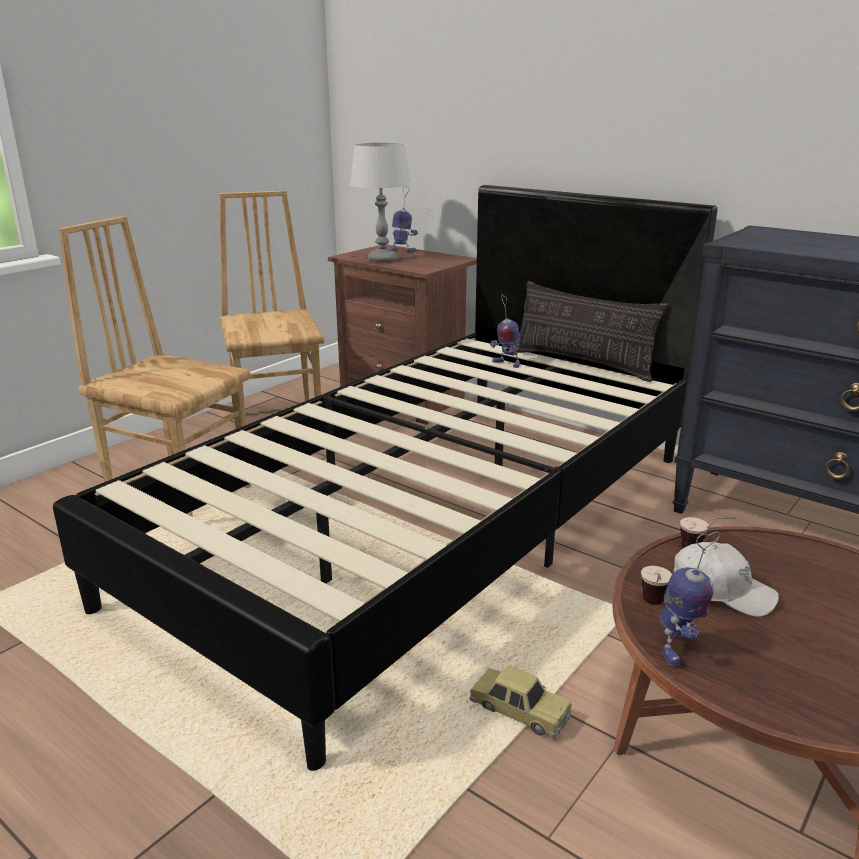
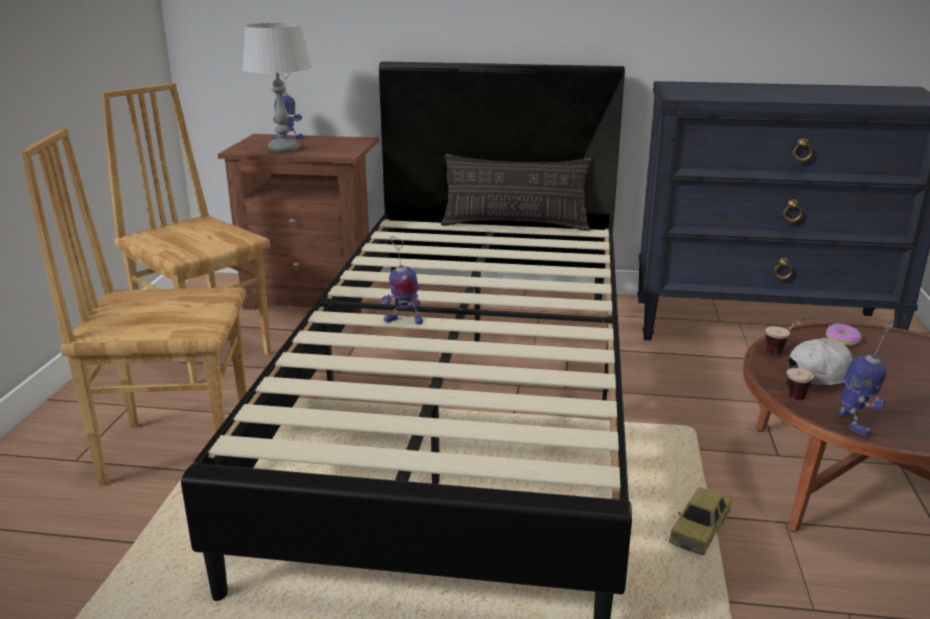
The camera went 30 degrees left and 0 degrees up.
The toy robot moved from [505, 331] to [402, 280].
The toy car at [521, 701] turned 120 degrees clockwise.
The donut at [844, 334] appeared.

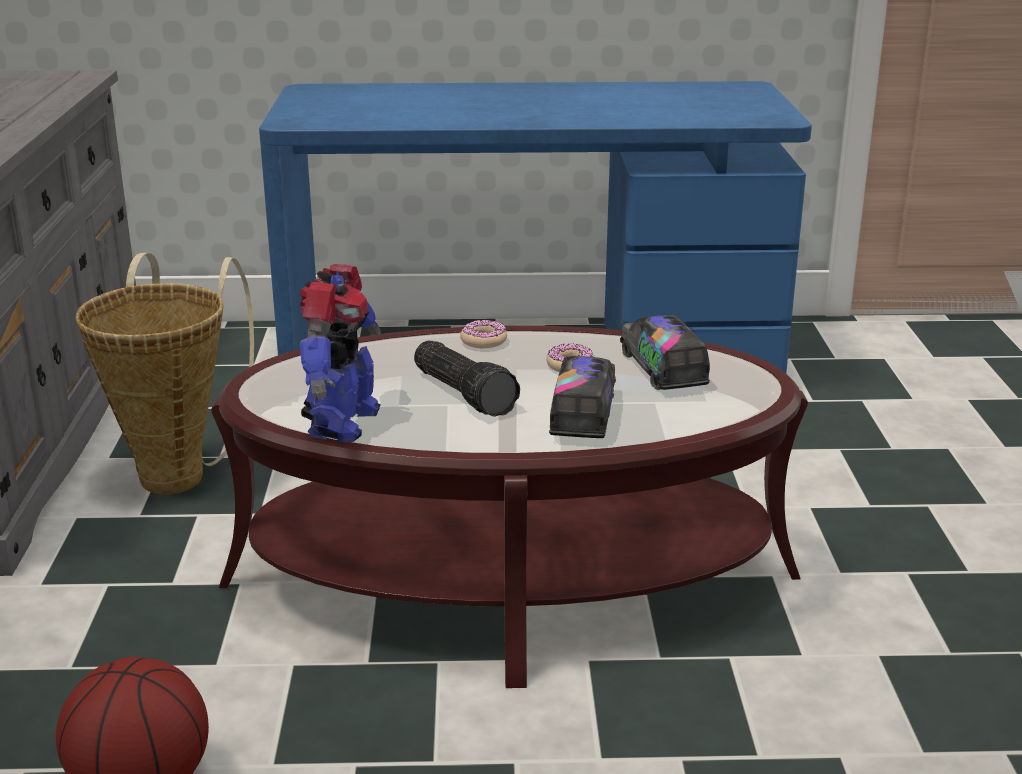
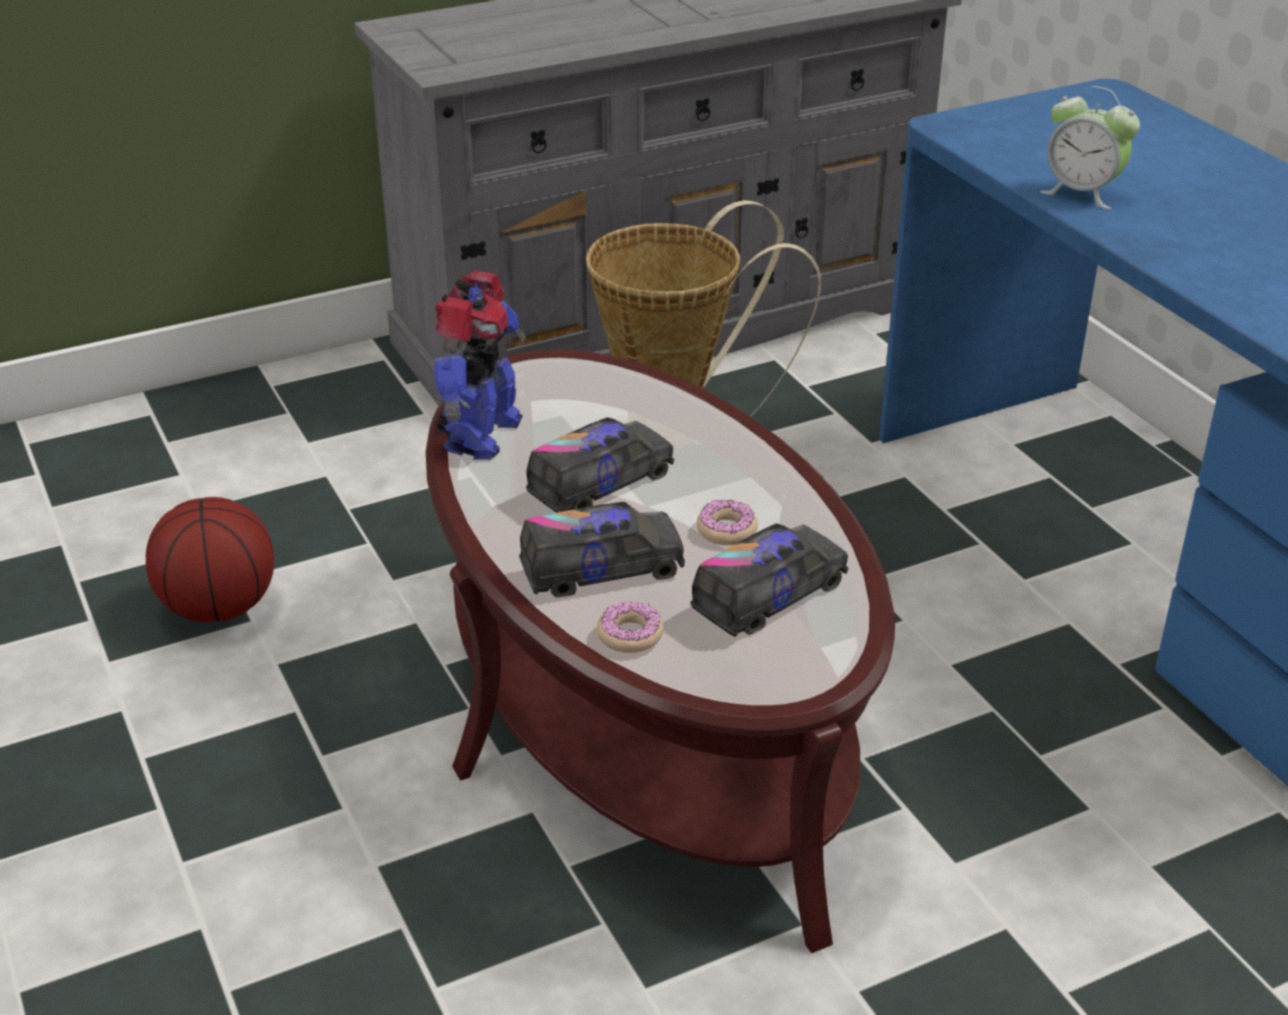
The camera went 65 degrees right and 10 degrees up.
The toy robot at [341, 353] turned 60 degrees counterclockwise.
The flashlight at [467, 378] was replaced by the toy truck at [600, 465].
The donut moved from [483, 333] to [630, 627].
The alarm clock at [1090, 147] appeared.

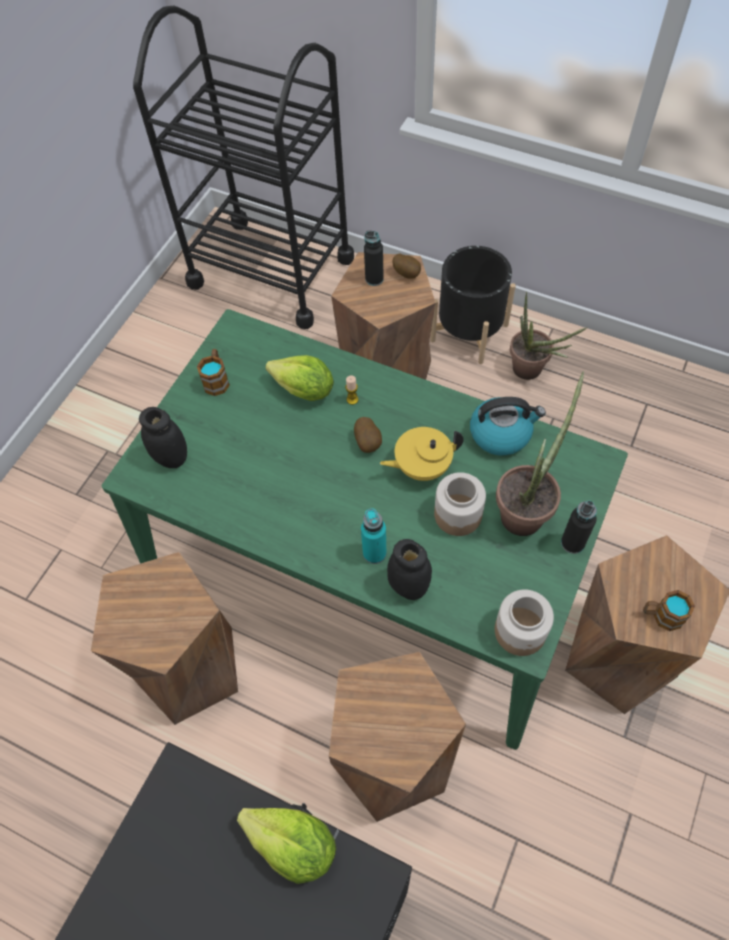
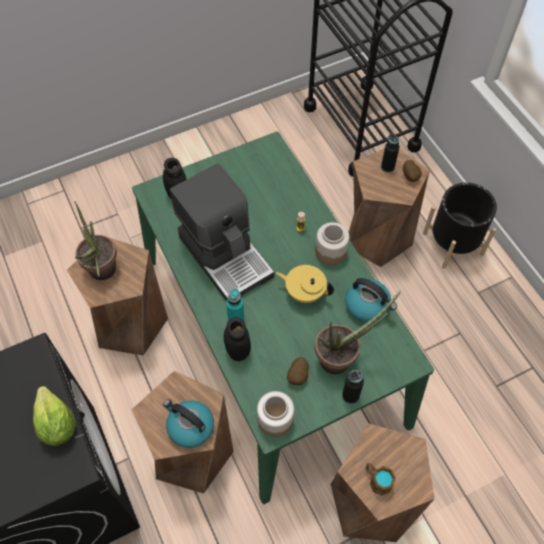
The camera went 35 degrees right and 0 degrees up.
The potted plant moved from [549, 336] to [95, 240].
The kettle at [188, 423] appeared.
The coffee machine at [222, 232] appeared.
The potato moved from [368, 435] to [298, 371].
The jar moved from [460, 504] to [332, 243].
The mug at [213, 372] disappeared.
The lettuce at [299, 378] disappeared.

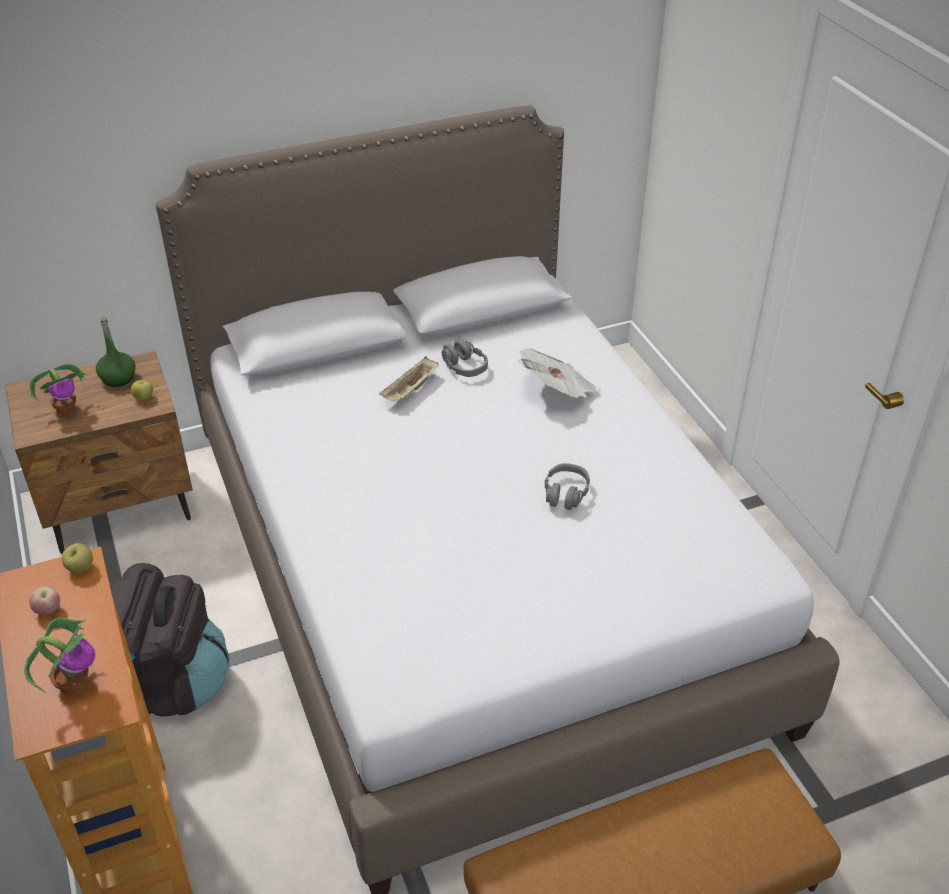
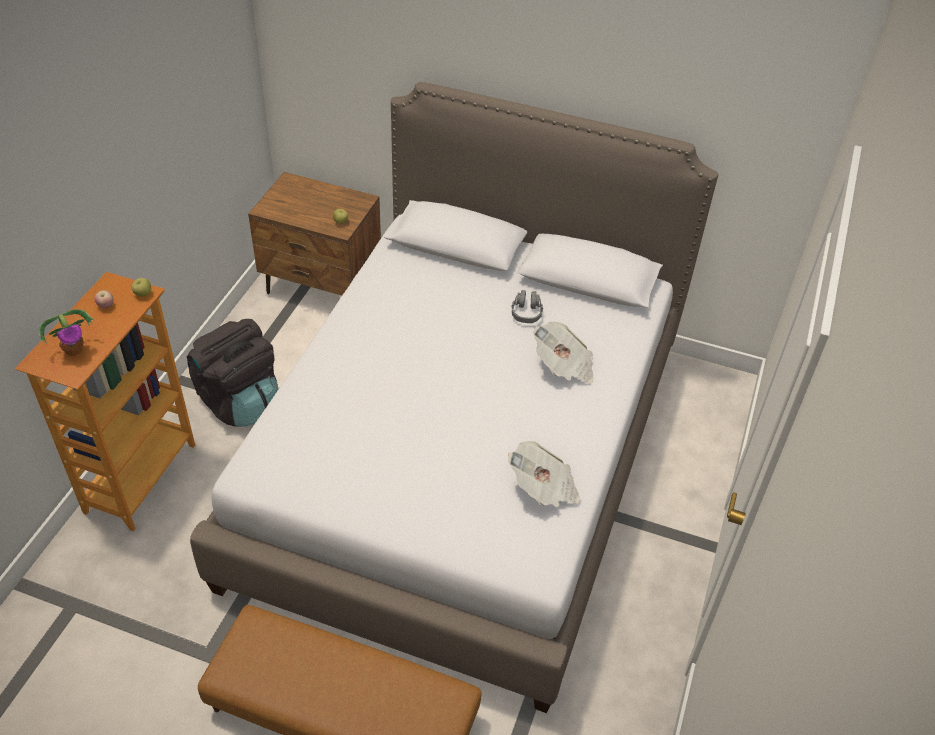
The camera went 40 degrees right and 5 degrees up.
The newspaper at [544, 474] appeared.
The potted plant at [58, 389] disappeared.
The bottle (green) at [116, 351] disappeared.
The tray (beige) at [409, 379] disappeared.
The headphones (grey) at [567, 486] disappeared.

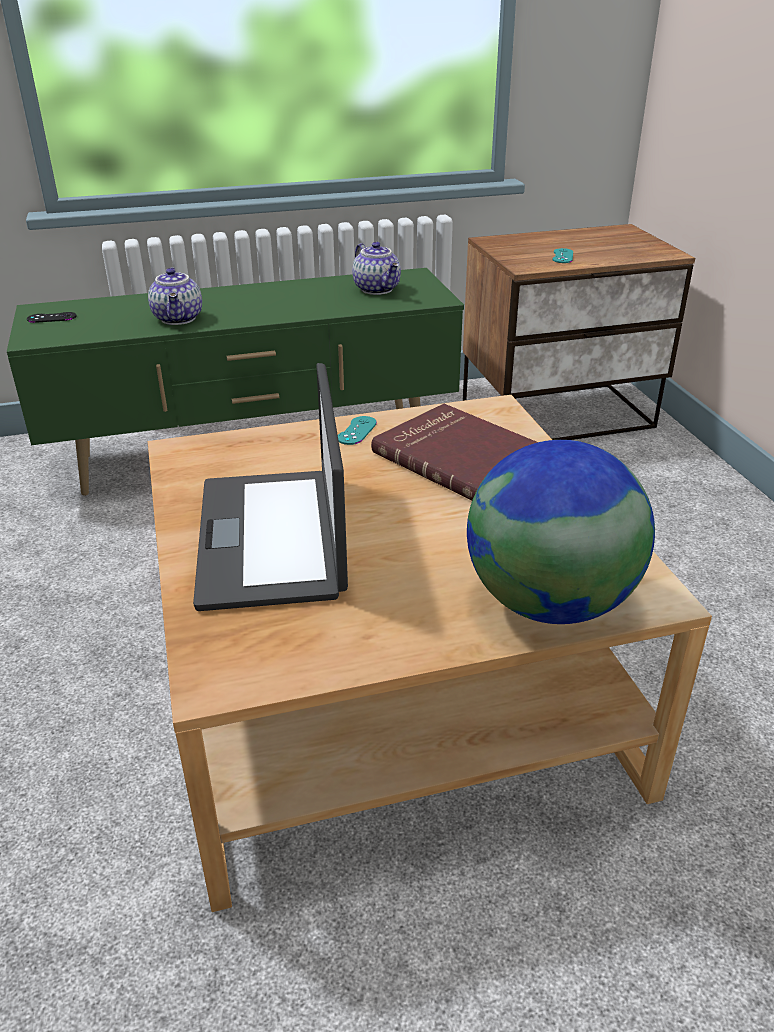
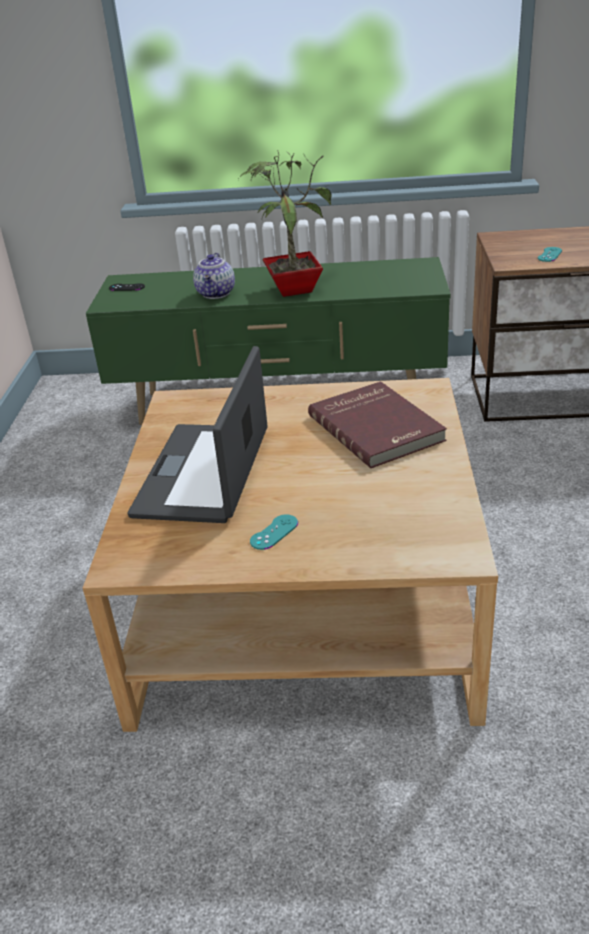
The camera went 20 degrees right and 0 degrees up.
The potted plant at [285, 223] appeared.
The game controller (turquoise) moved from [357, 430] to [274, 532].
The teapot at [376, 268] disappeared.
The globe at [561, 532] disappeared.

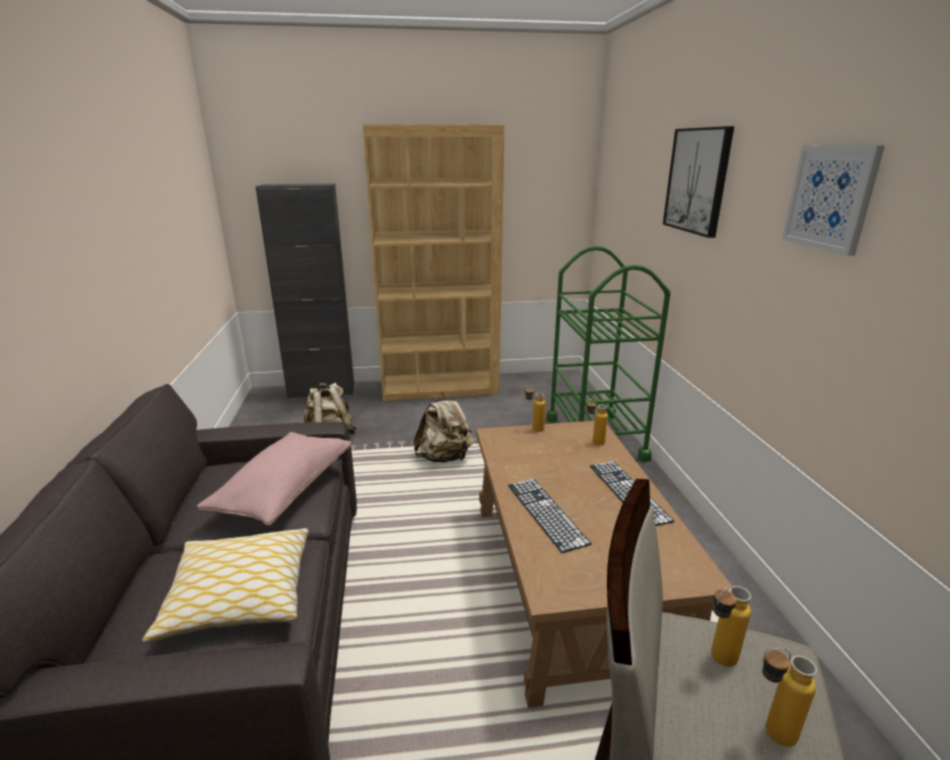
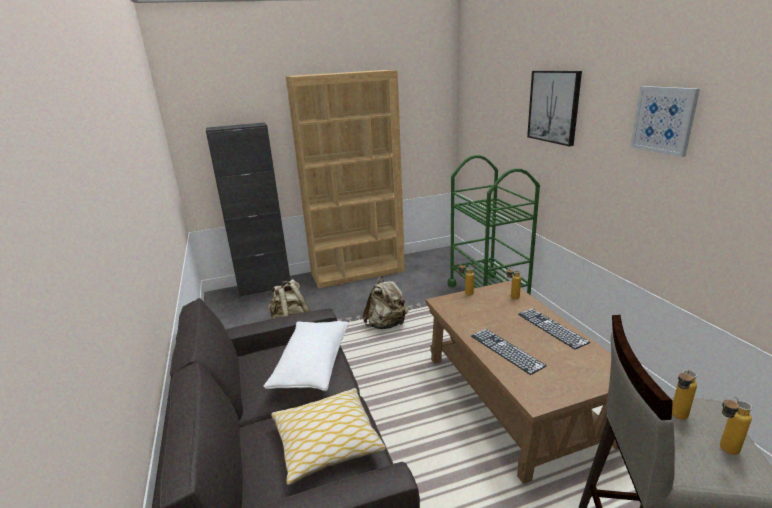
The camera went 10 degrees left and 0 degrees up.
The pillow (pink) at [274, 479] became the pillow (white) at [305, 356].

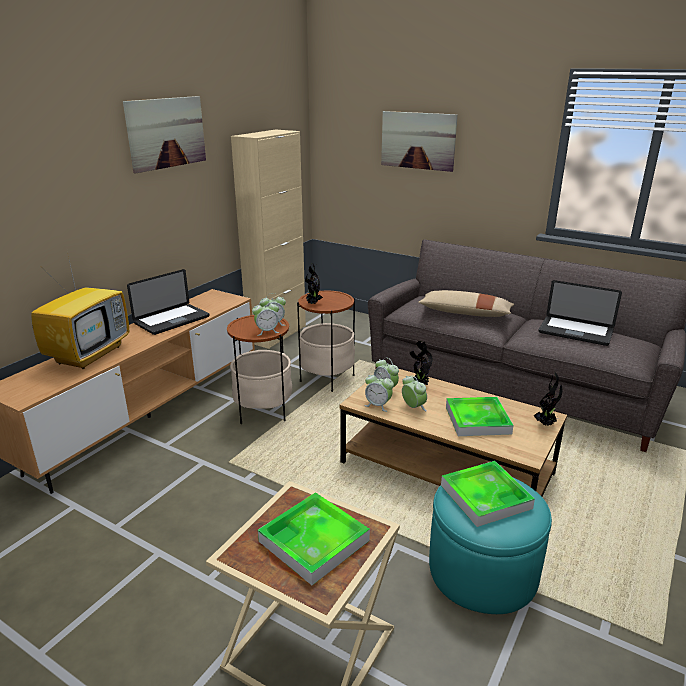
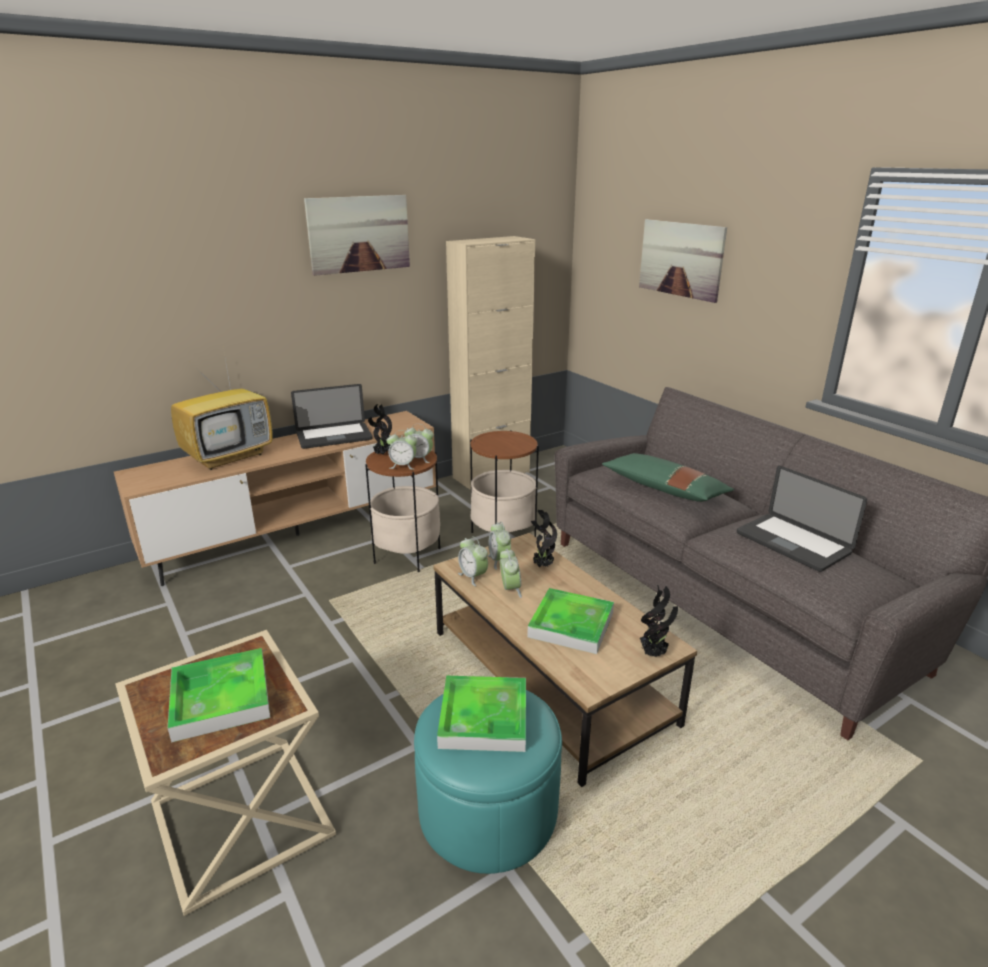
The camera went 25 degrees right and 0 degrees up.
The potted plant moved from [314, 284] to [380, 429].
The pillow (beige) at [466, 303] became the pillow (green) at [668, 477].

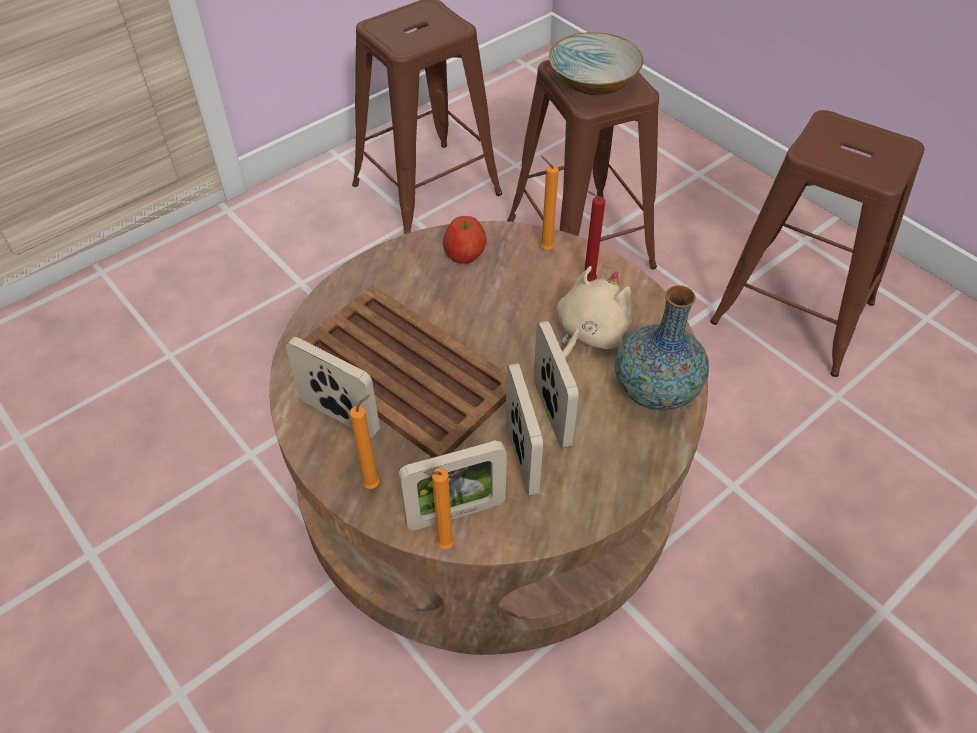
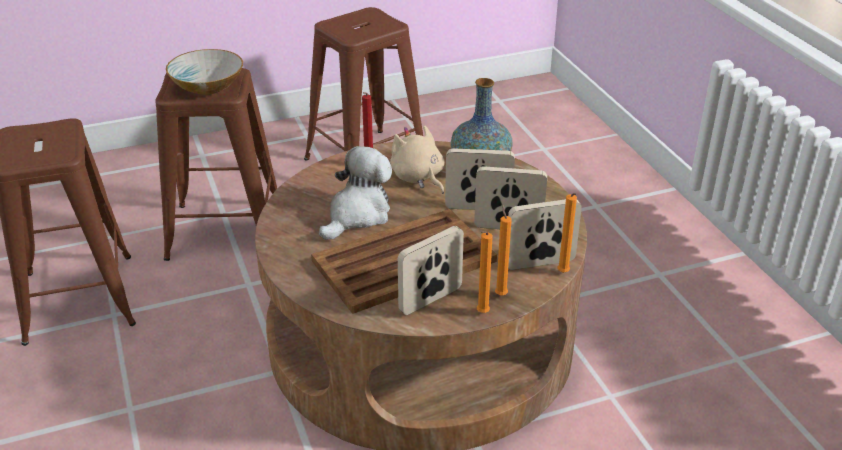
The camera went 70 degrees left and 15 degrees down.
The plush toy at [355, 193] appeared.
The candle (orange) moved from [549, 203] to [485, 272].
The picture frame at [452, 485] turned 105 degrees counterclockwise.
The apple at [465, 240] disappeared.

